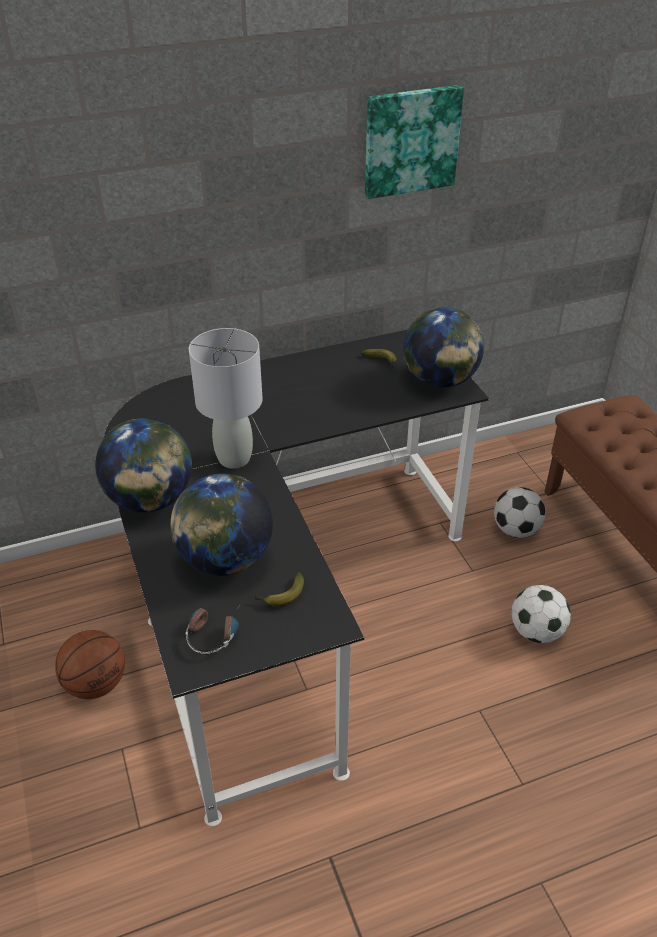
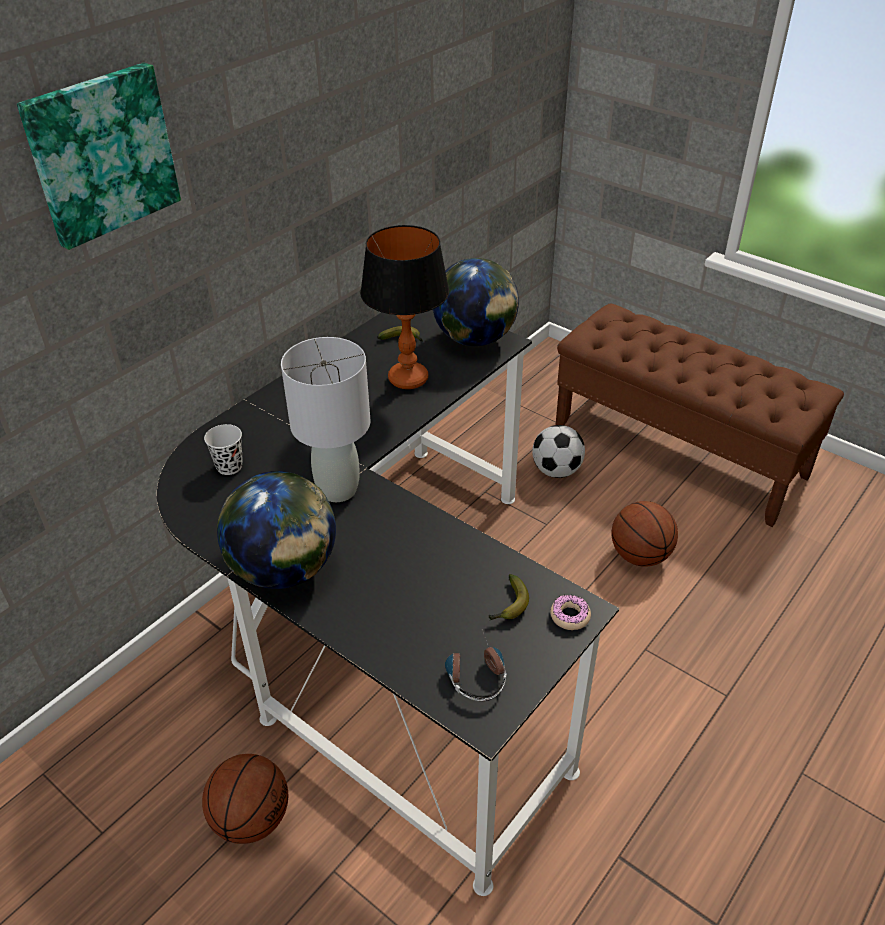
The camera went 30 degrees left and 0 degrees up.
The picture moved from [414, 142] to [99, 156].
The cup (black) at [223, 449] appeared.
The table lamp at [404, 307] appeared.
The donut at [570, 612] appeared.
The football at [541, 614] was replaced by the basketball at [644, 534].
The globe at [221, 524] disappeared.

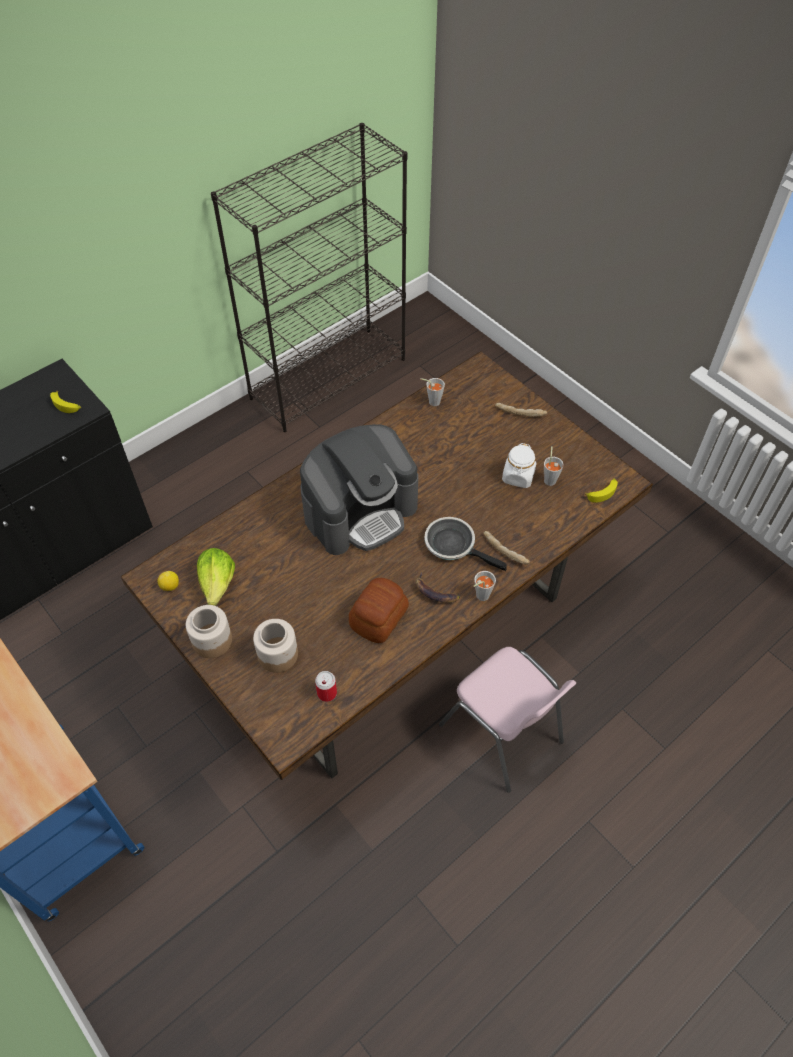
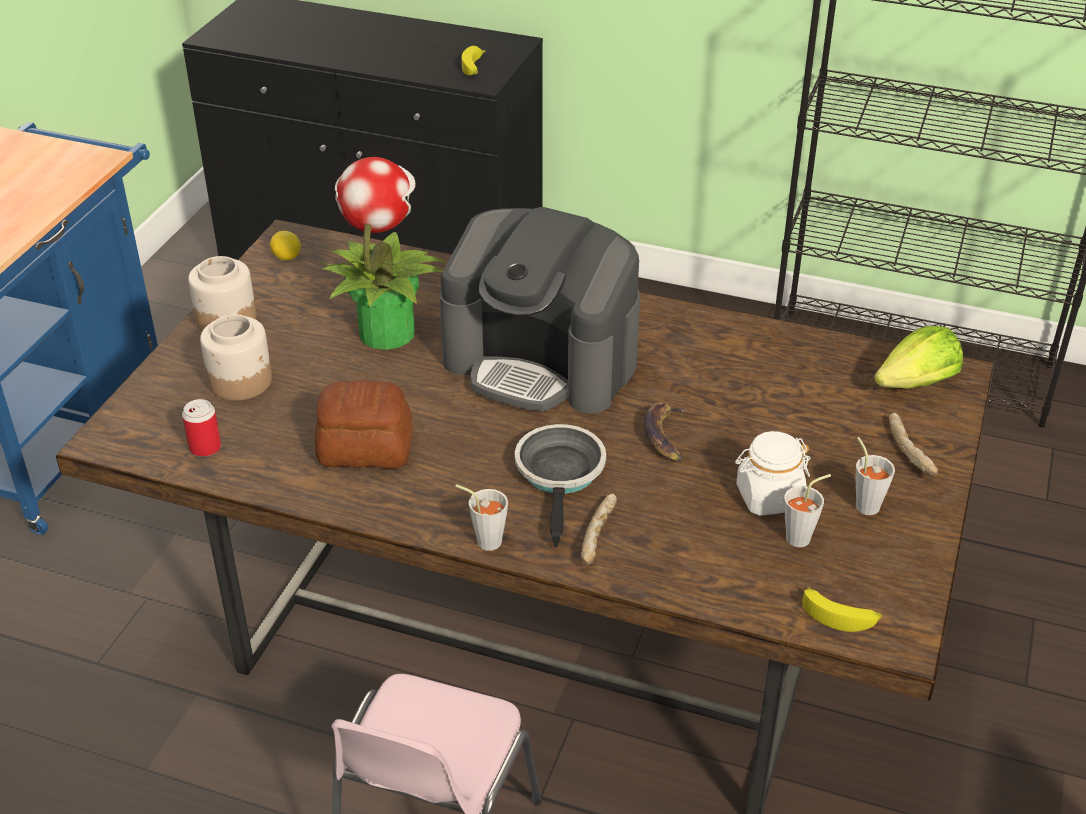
The camera went 60 degrees right and 15 degrees down.
The potted plant at [383, 253] appeared.
The banana moved from [437, 587] to [665, 431].
The cup (grey) moved from [432, 392] to [875, 476].
The lettuce moved from [216, 577] to [918, 357].

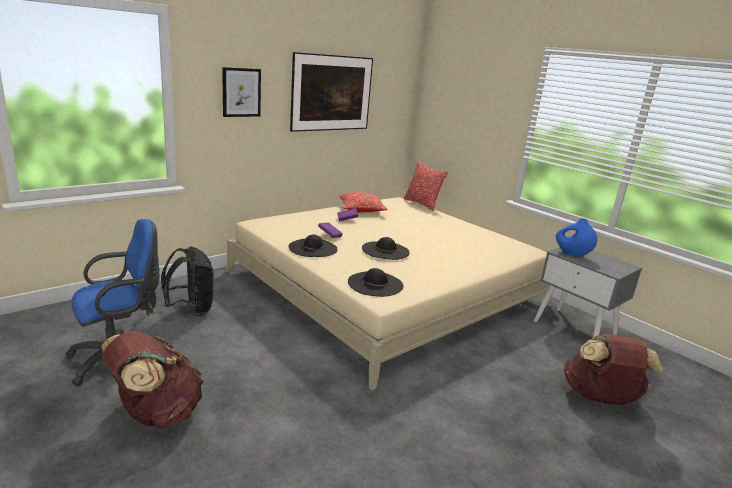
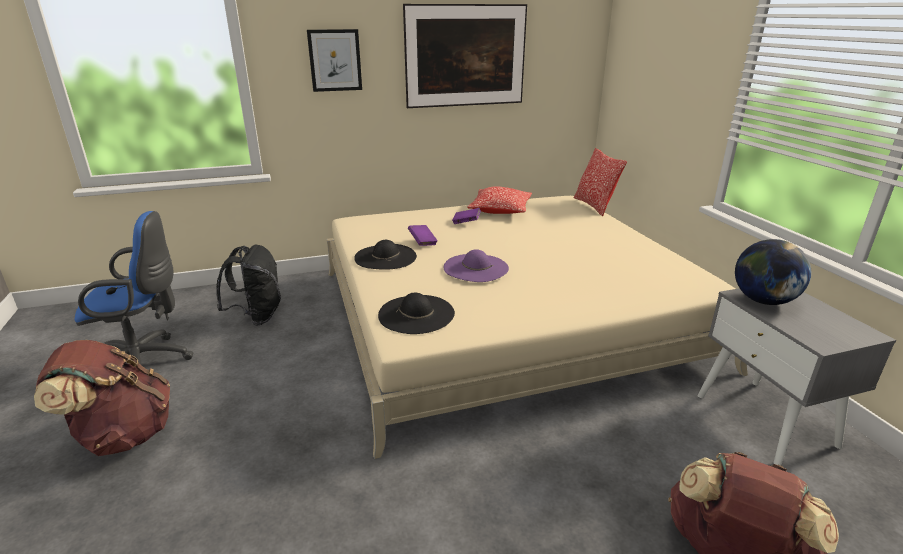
The camera went 25 degrees right and 5 degrees up.
The hat (black) at [386, 248] became the hat (purple) at [476, 265].
The vase (blue) at [576, 237] was replaced by the globe at [773, 272].

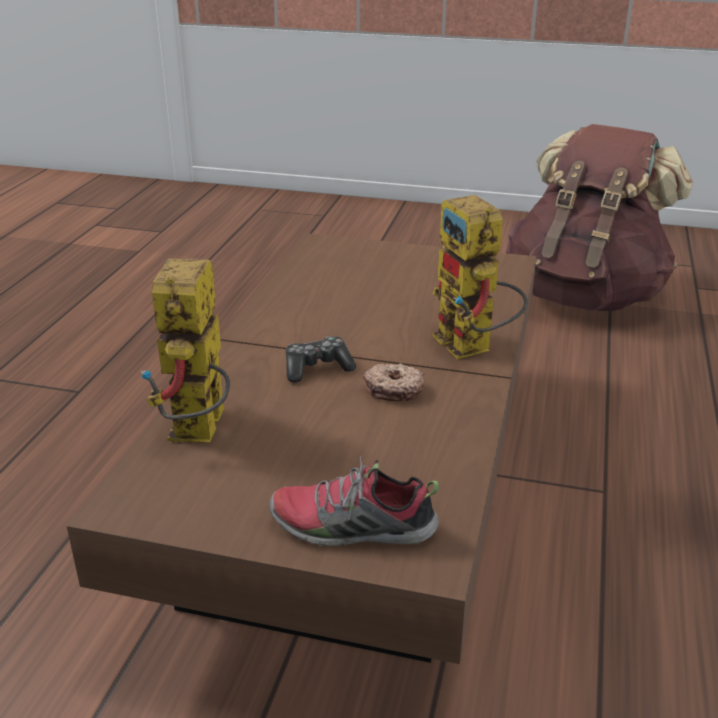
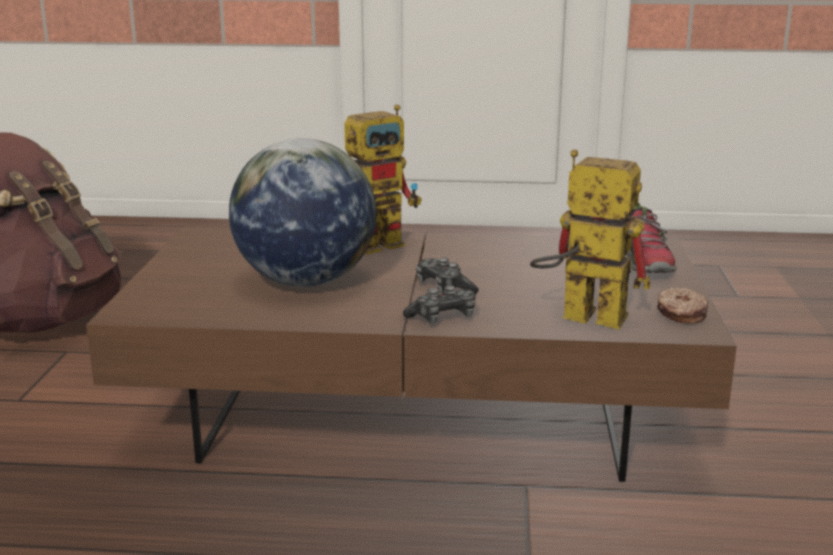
The camera went 100 degrees left and 10 degrees down.
The globe at [302, 212] appeared.
The game controller at [439, 304] appeared.
The toy robot at [185, 350] turned 150 degrees counterclockwise.
The donut moved from [393, 382] to [683, 305].

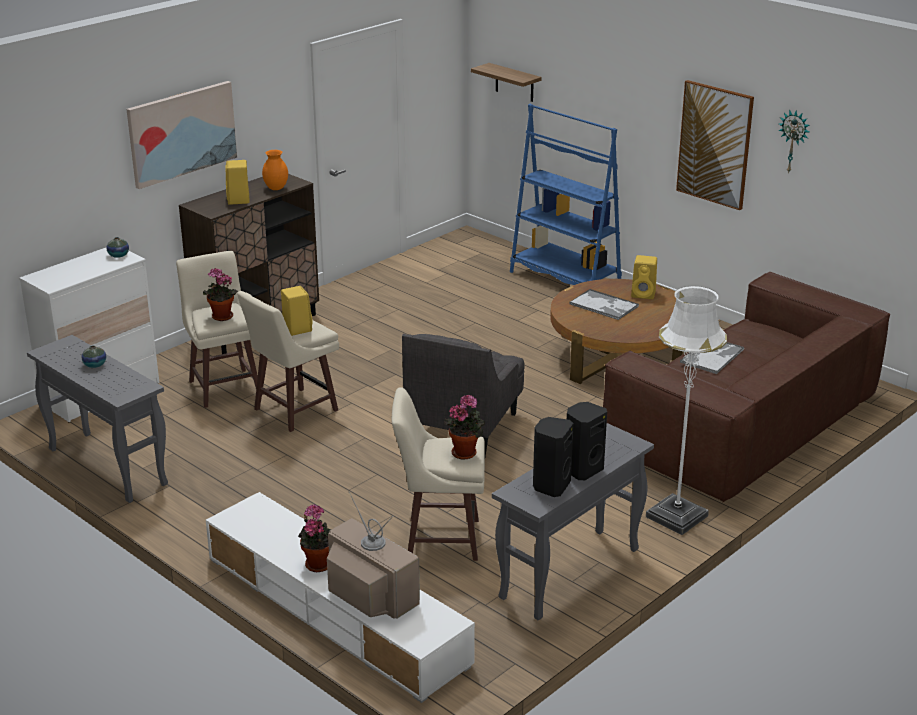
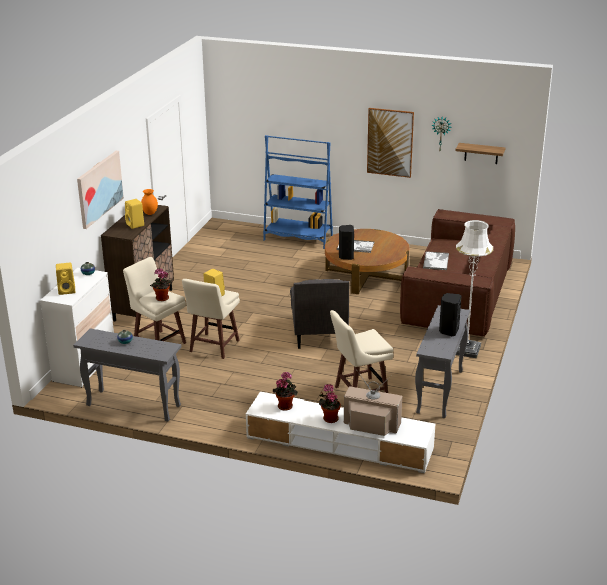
The camera went 25 degrees left and 0 degrees up.
The speaker (yellow) moved from [644, 277] to [65, 279].
The potted plant moved from [464, 427] to [285, 391].
The speaker (black) moved from [553, 457] to [346, 242].
The shelf moved from [506, 82] to [480, 153].

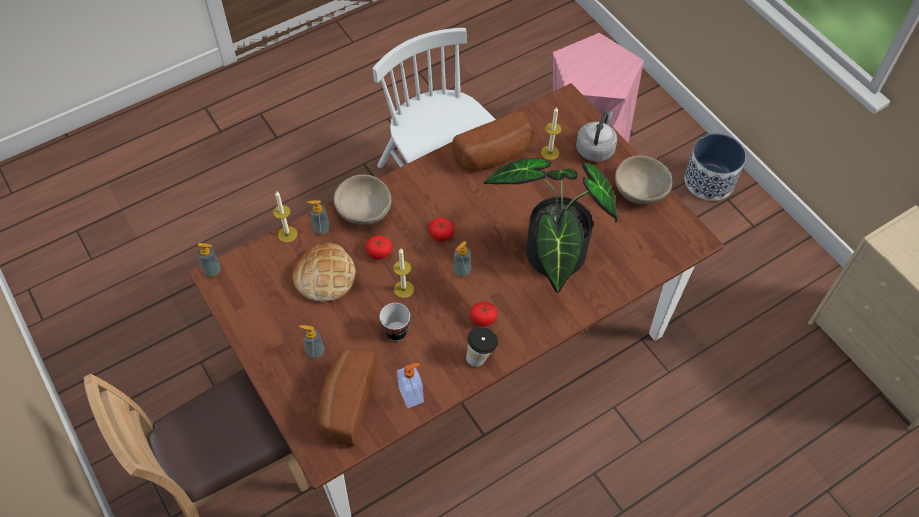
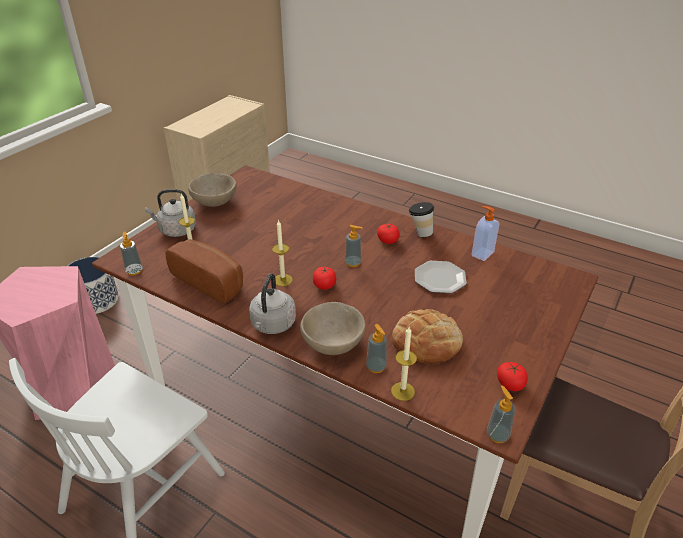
The camera went 115 degrees left and 20 degrees down.
The soap dispenser moved from [312, 342] to [131, 253].
The kettle (grey) at [272, 303] appeared.
The candle moved from [403, 273] to [282, 252].
The cup at [395, 322] was replaced by the plate at [441, 277].
The tomato moved from [379, 248] to [512, 376].
The bread at [347, 397] disappeared.
The potted plant at [551, 225] disappeared.

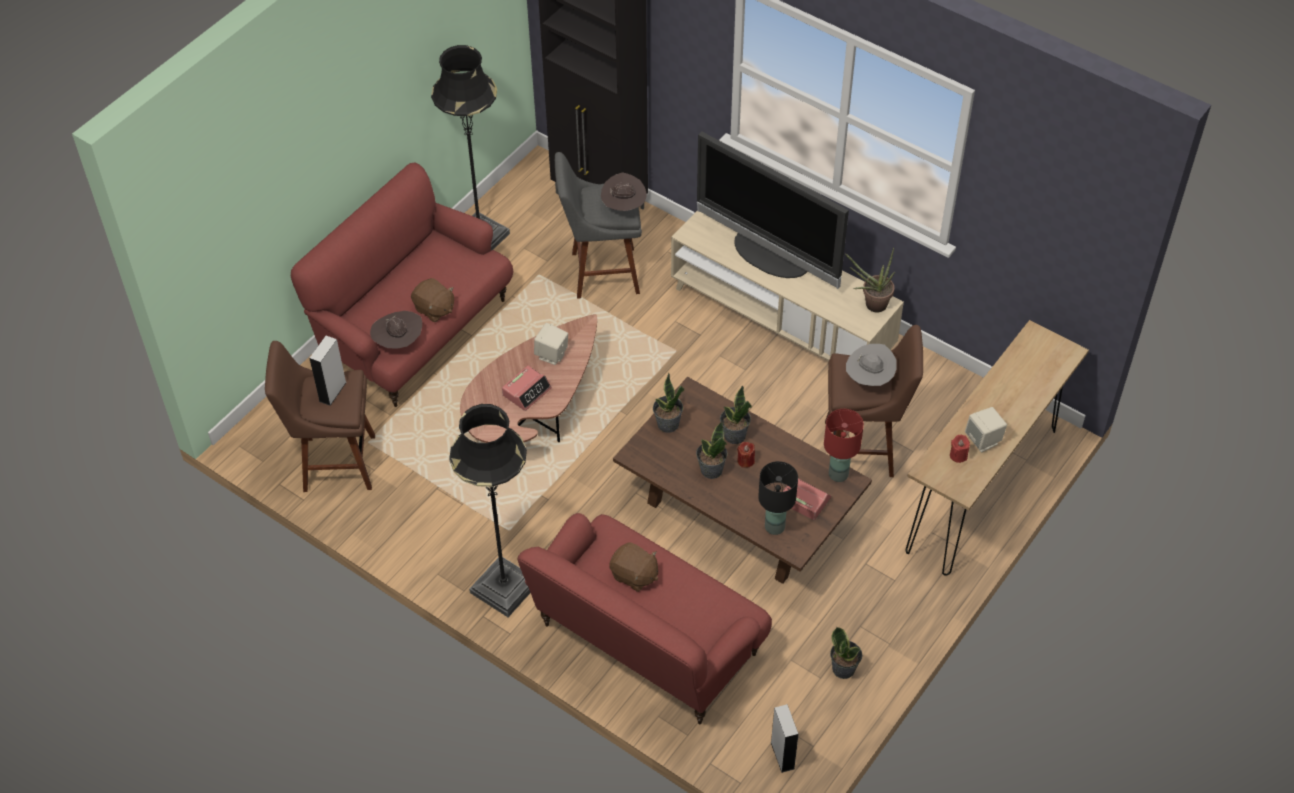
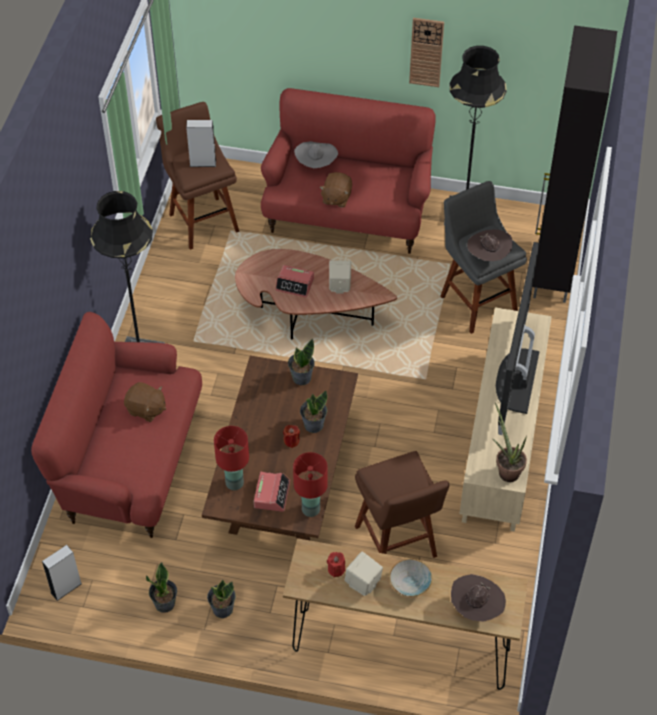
The camera went 65 degrees right and 0 degrees up.
The plush toy (brown) at [633, 567] turned 75 degrees counterclockwise.
The potted plant moved from [712, 450] to [221, 599].
The table lamp (black) at [778, 498] became the table lamp (red) at [231, 458].
The hat (grey) moved from [871, 365] to [316, 154].
The bowl at [411, 578] appeared.
The wall clock at [426, 52] appeared.
The hat (brown) moved from [396, 329] to [478, 598].

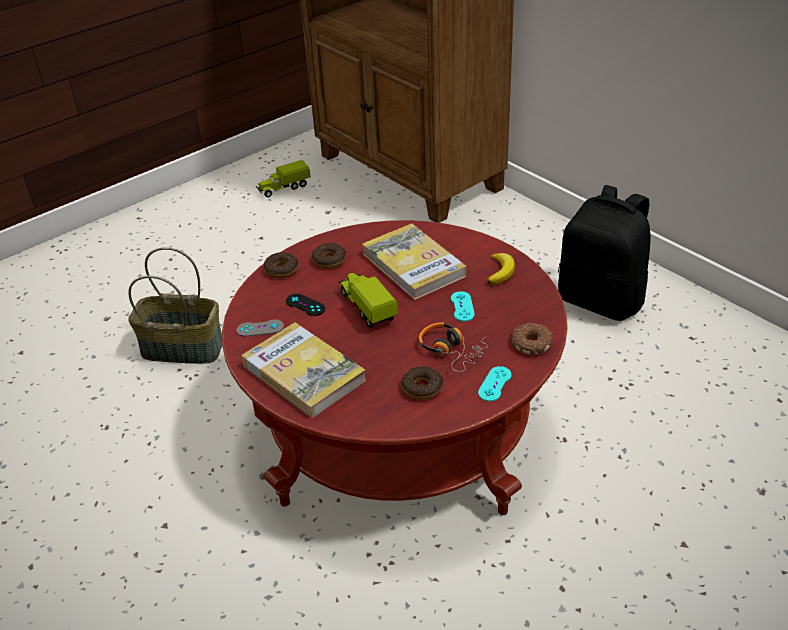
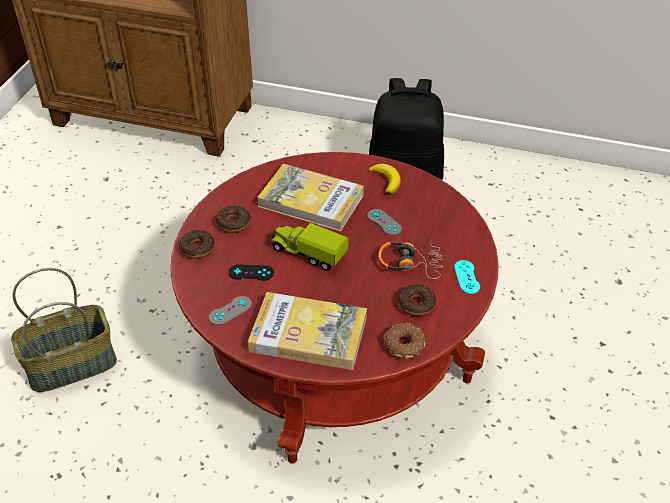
The camera went 35 degrees left and 5 degrees up.
The game controller (turquoise) at [463, 306] became the game controller (grey) at [384, 222].
The donut moved from [532, 339] to [404, 341].
The toy truck at [283, 178] disappeared.

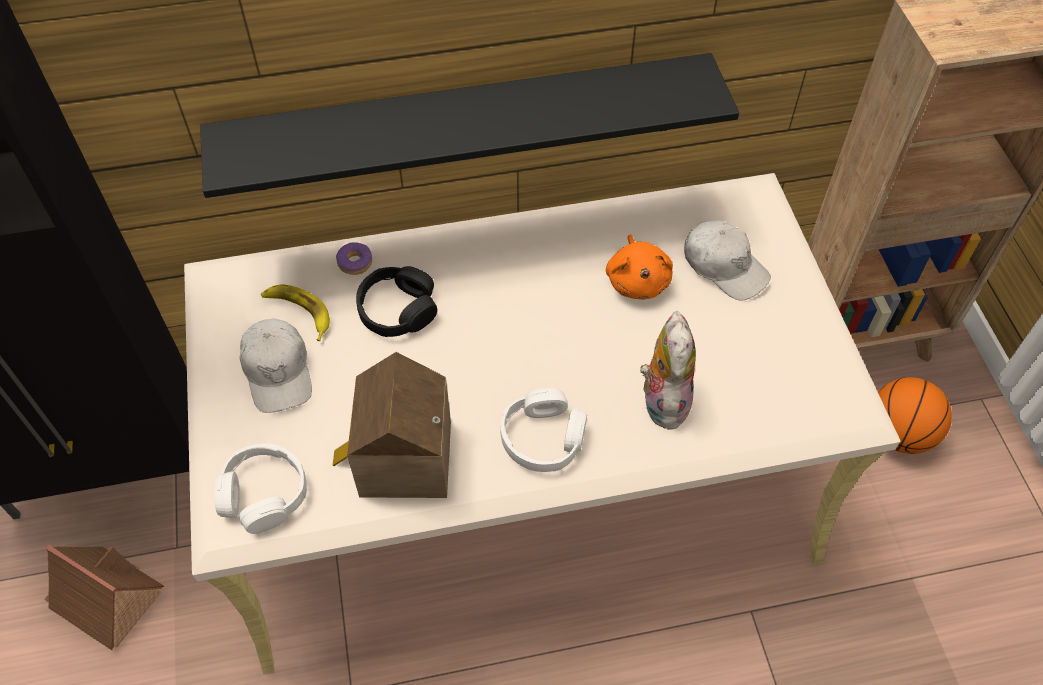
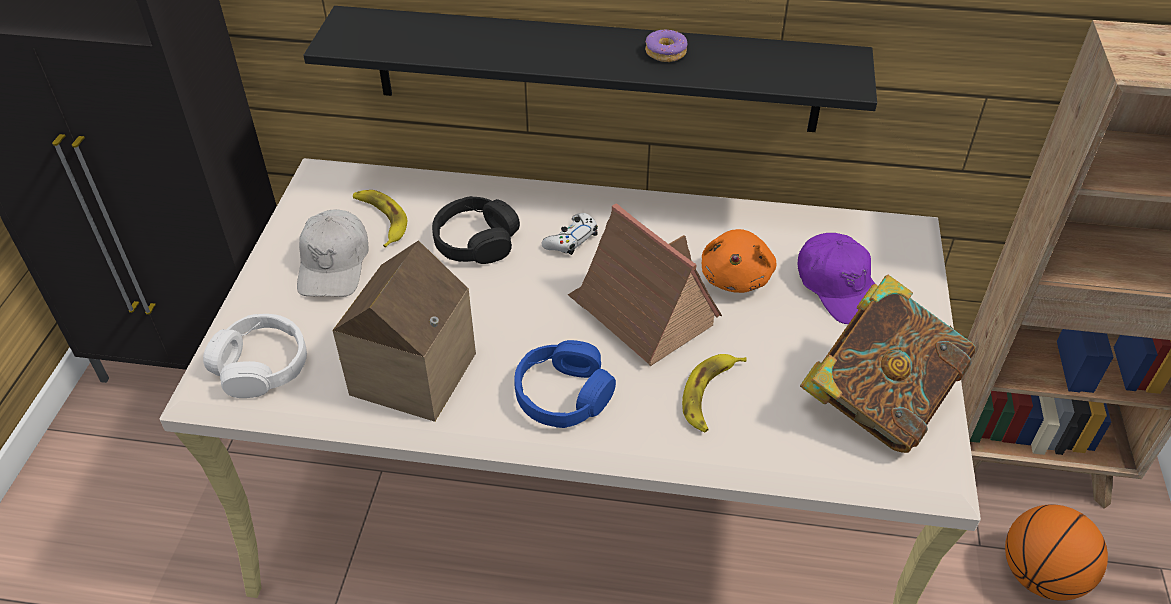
The camera went 20 degrees right and 10 degrees down.
The headphones (white) at [543, 430] became the headphones (blue) at [565, 384].
The game controller (white) at [570, 234] appeared.
The toy house moved from [104, 597] to [645, 284].
The donut moved from [354, 258] to [666, 46].
The plush toy at [668, 370] was replaced by the banana at [714, 393].
The cap (white) at [727, 261] became the cap (purple) at [836, 278].
The book at [888, 364] appeared.

